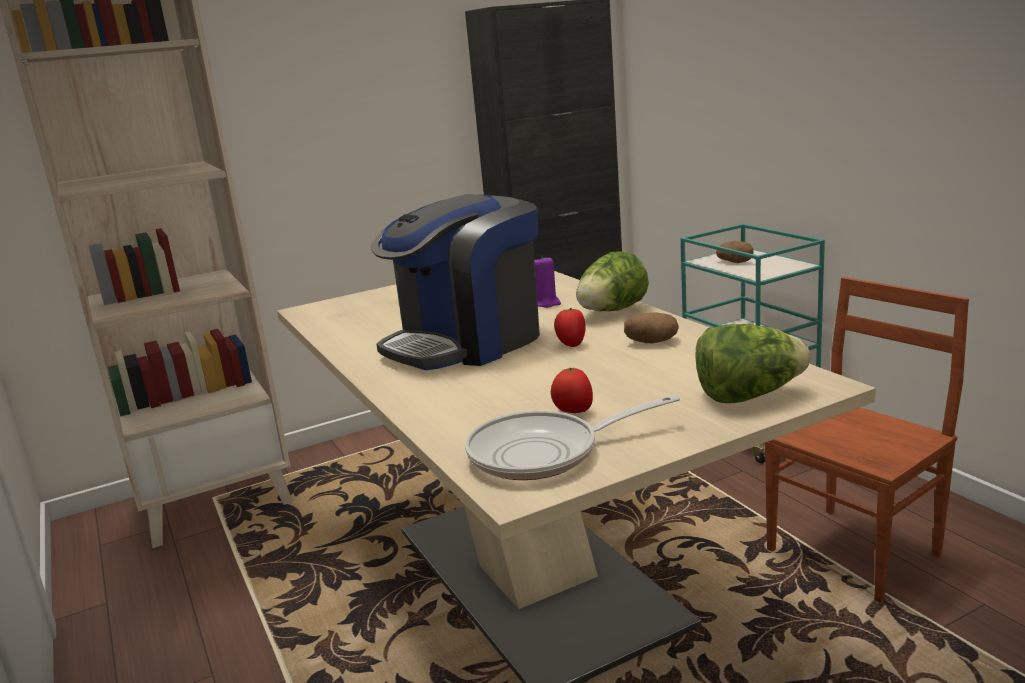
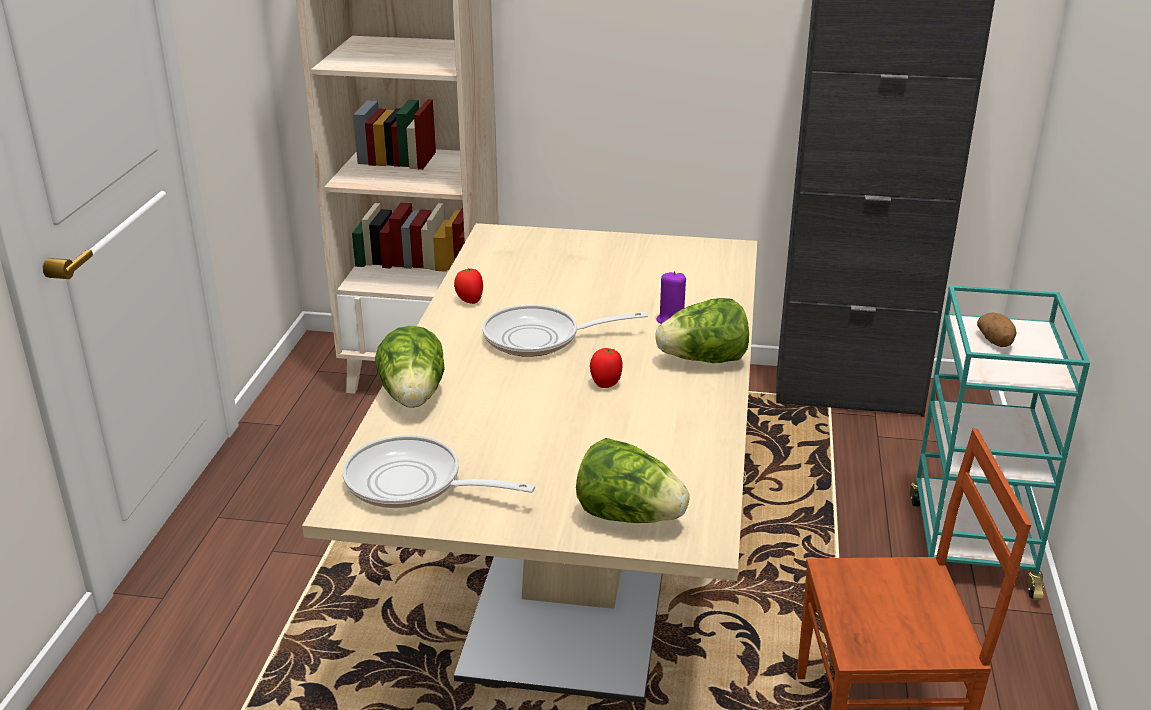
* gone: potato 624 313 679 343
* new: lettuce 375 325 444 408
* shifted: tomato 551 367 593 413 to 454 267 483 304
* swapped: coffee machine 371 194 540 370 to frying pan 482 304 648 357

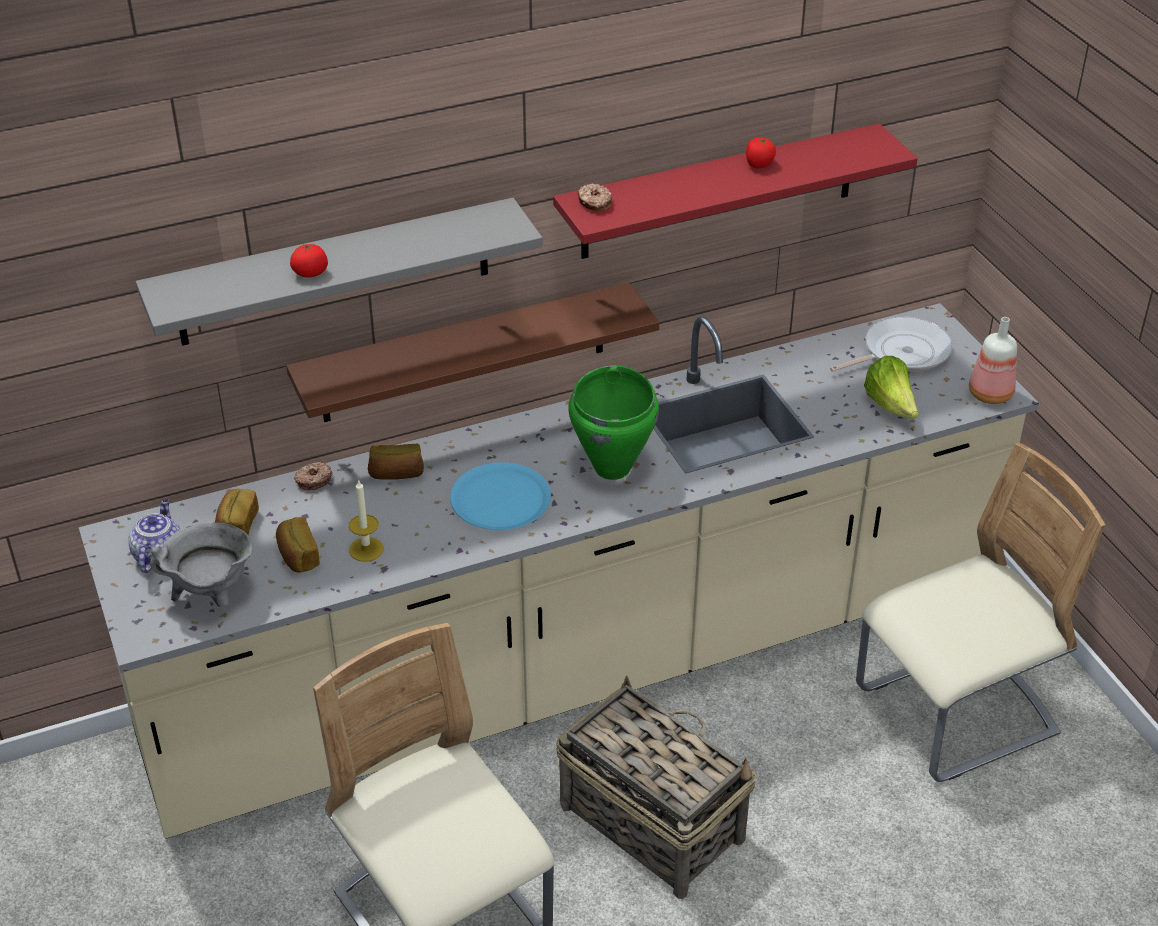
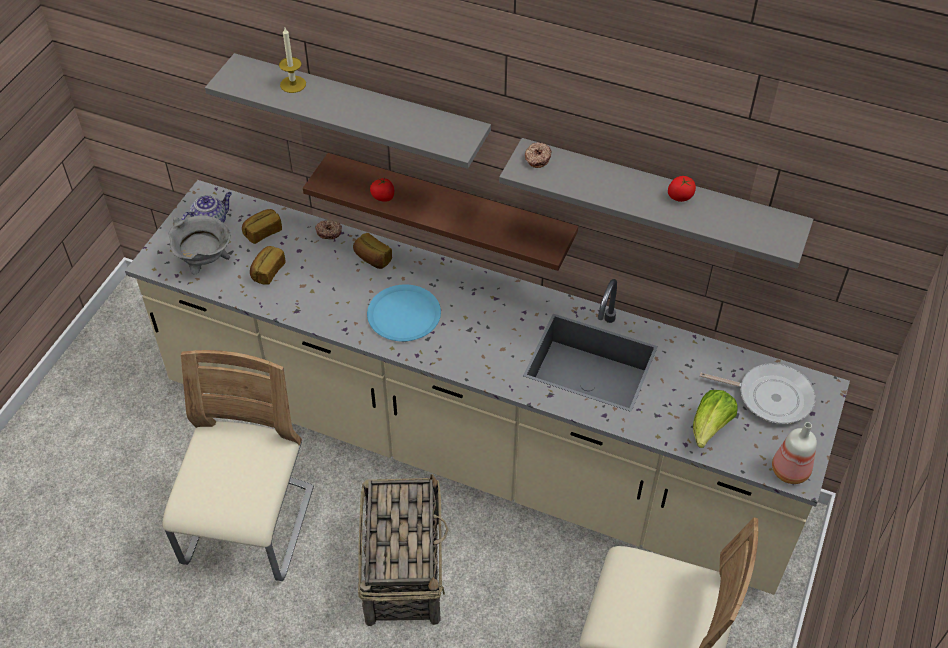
* gone: cooking pot/green 568 365 659 480
* shifted: tomato 290 242 328 278 to 370 177 394 202
* shifted: candle 349 479 384 562 to 279 28 306 93
* repainted: shelf/red 553 123 918 259 to shelf/grey 499 138 814 269

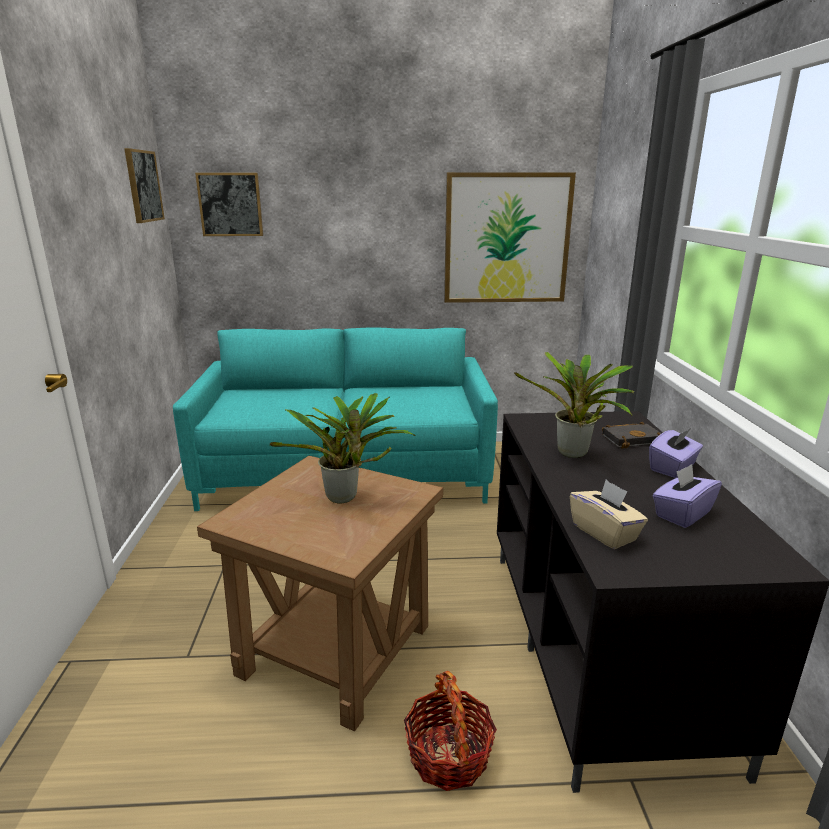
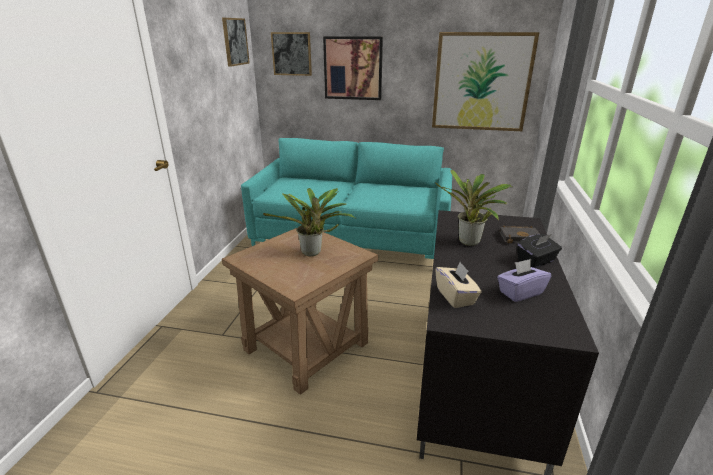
* gone: basket 404 671 497 791
* new: picture 323 36 383 100
* repainted: tissue box/purple 649 428 703 478 to tissue box/black 517 234 562 268

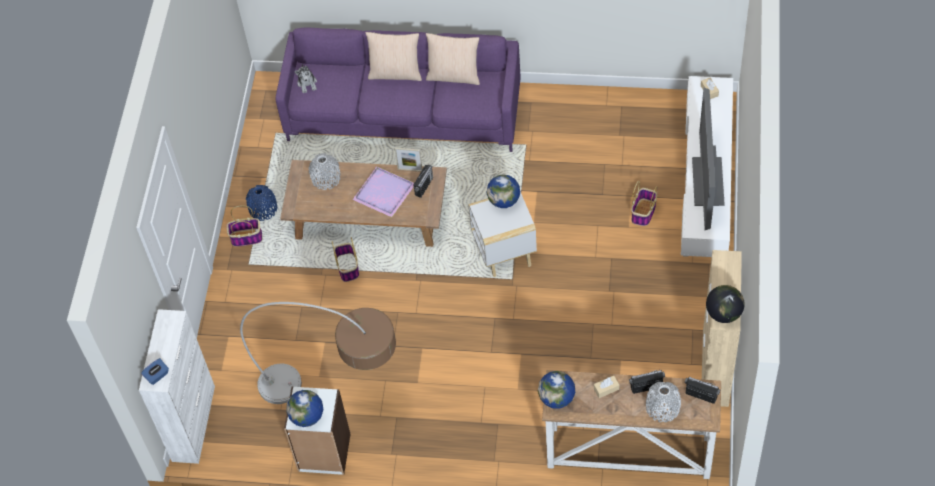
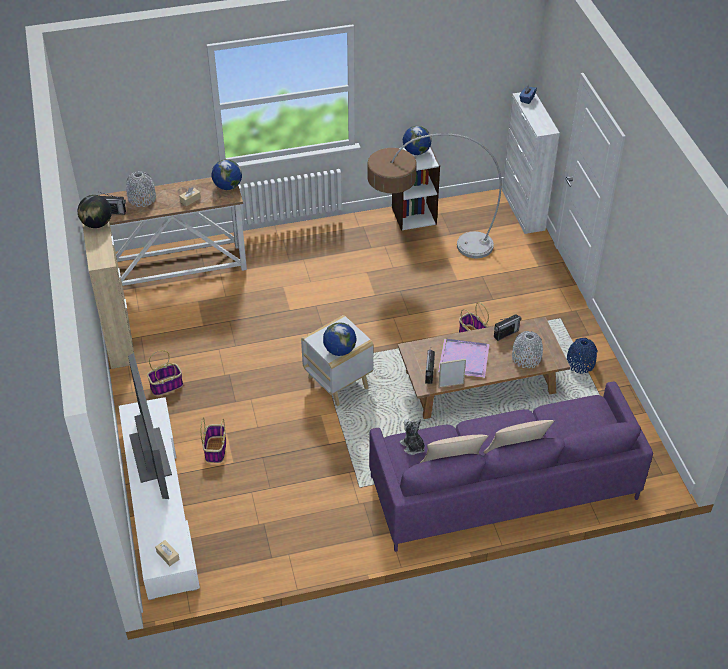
* shifted: basket 226 205 262 247 to 147 350 183 396
* shifted: plush toy 294 64 317 93 to 400 419 425 455
* shifted: radio 629 369 665 394 to 494 314 522 341

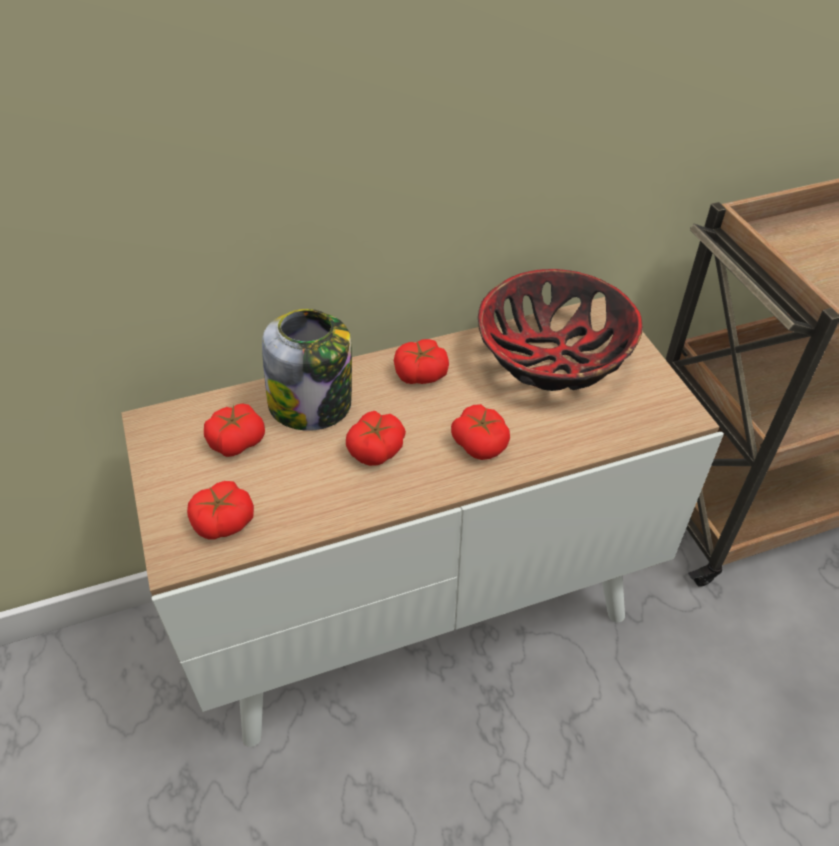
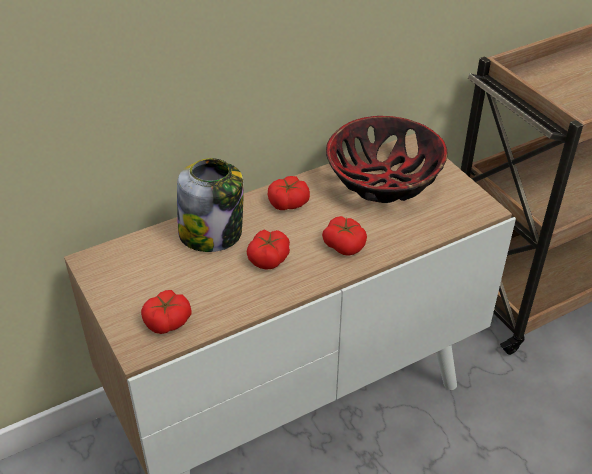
* gone: tomato 204 403 265 457

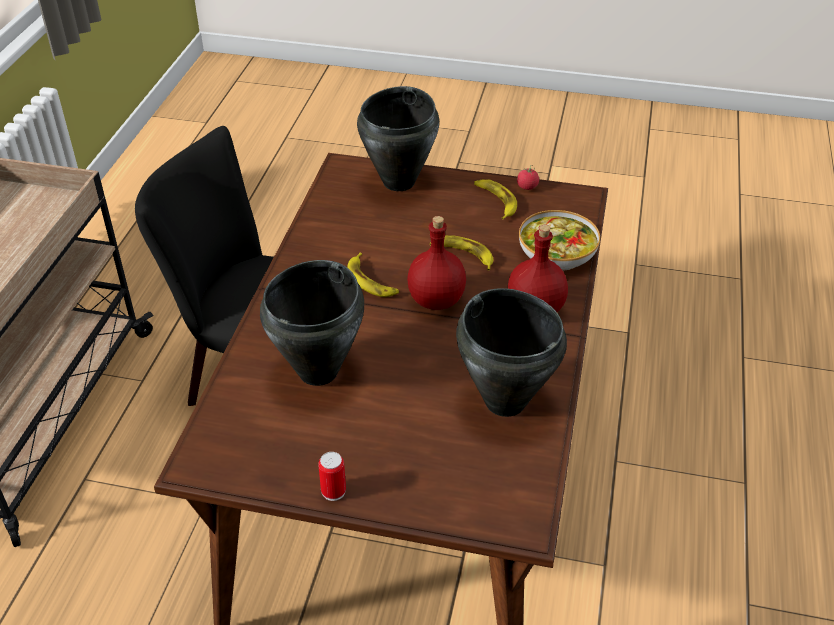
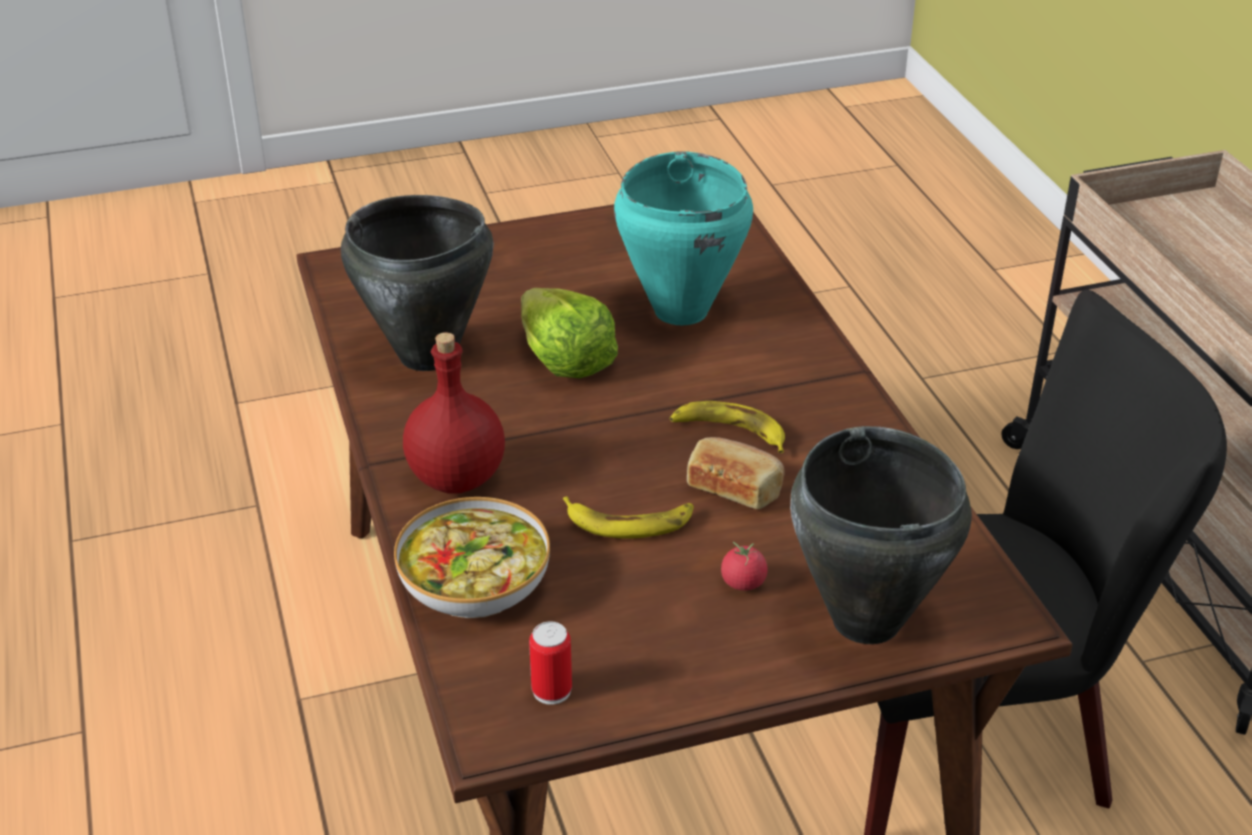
* gone: bottle/red 407 216 466 310
* gone: banana 474 179 517 220
* new: lettuce 521 288 618 378
* new: bread 687 437 785 509
* shifted: can 318 452 346 501 to 529 621 572 705
* shifted: tomato 517 165 539 190 to 721 542 768 591
* repainted: cooking pot/black 260 260 364 386 to cooking pot/turquoise 614 151 753 325

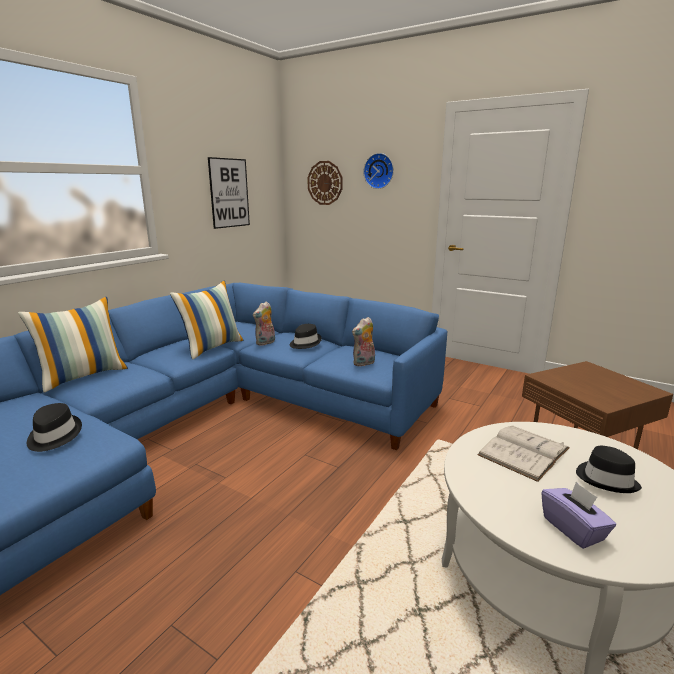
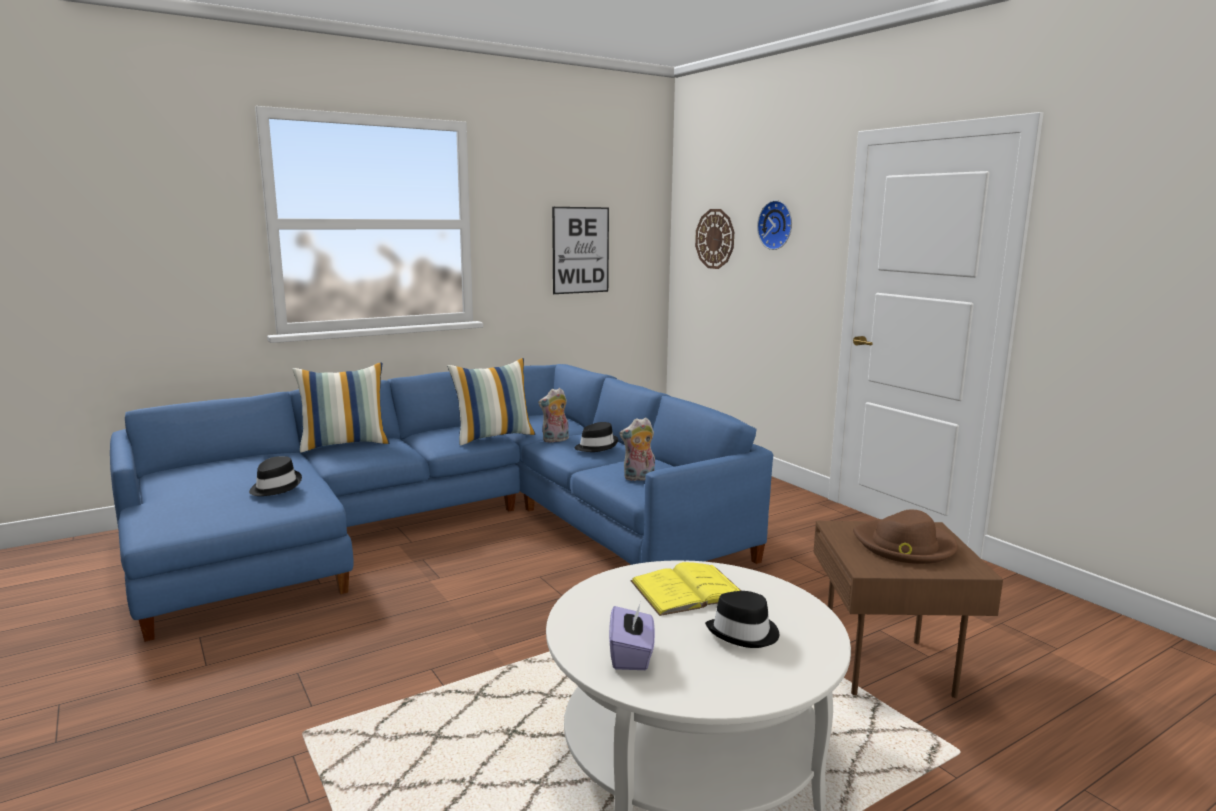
* new: hat/brown 853 510 958 564
* repainted: book/white 477 425 570 482 to book/yellow 631 562 741 616

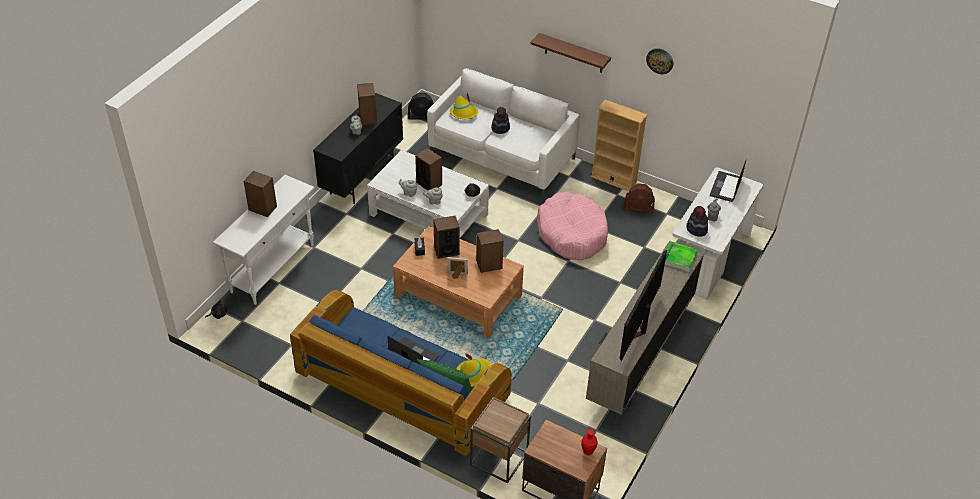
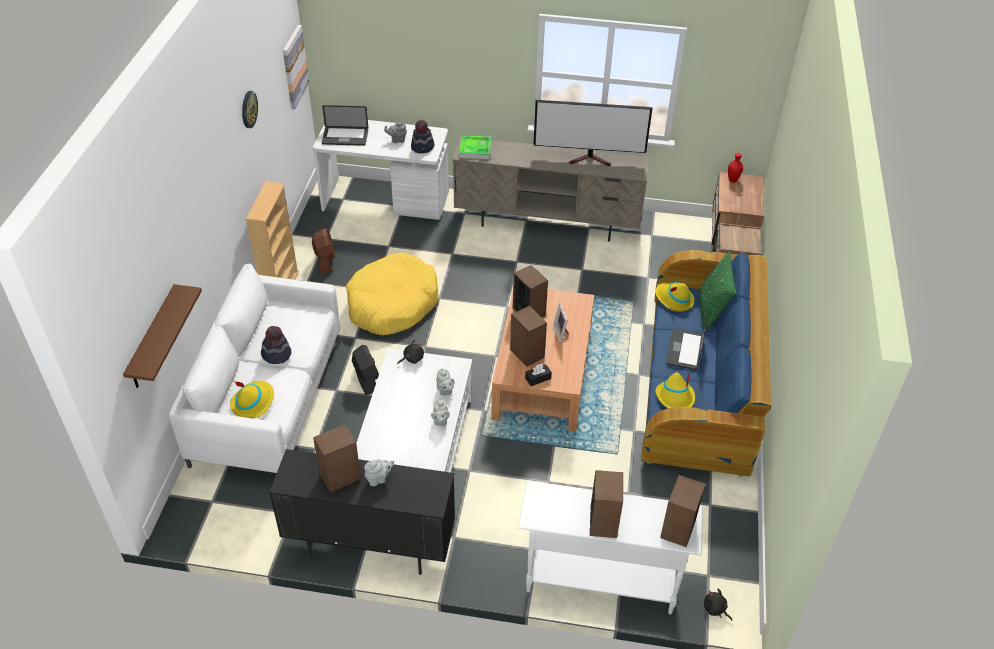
* new: picture 283 25 309 110
* new: hat/yellow 656 371 695 409
* shifted: fan/black 408 93 434 119 to 352 345 379 395
* shifted: speaker 415 148 442 191 to 660 475 705 547
* shifted: shelf/brown 530 33 611 73 to 123 284 202 388
* repainted: dog bed/pink 537 192 608 260 to dog bed/yellow 346 253 439 335

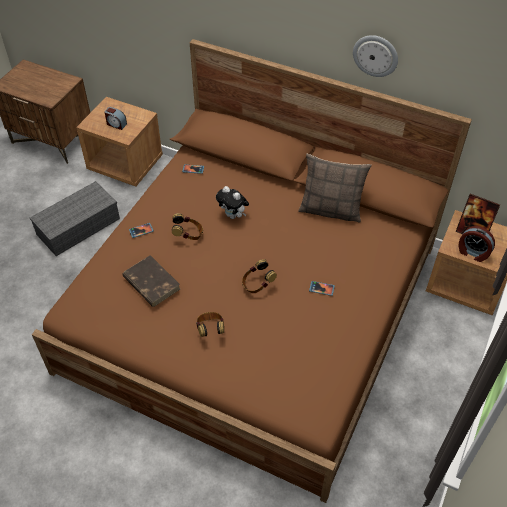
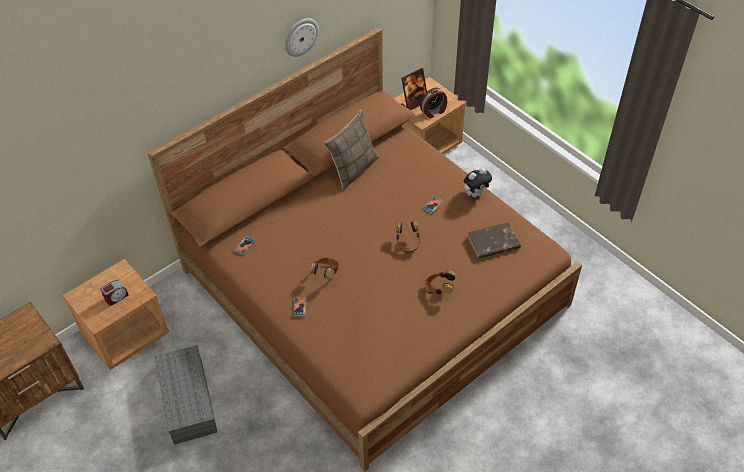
* shifted: book/brown 122 255 180 307 to 467 222 521 259
* shifted: plush toy 216 186 249 219 to 464 168 492 197

